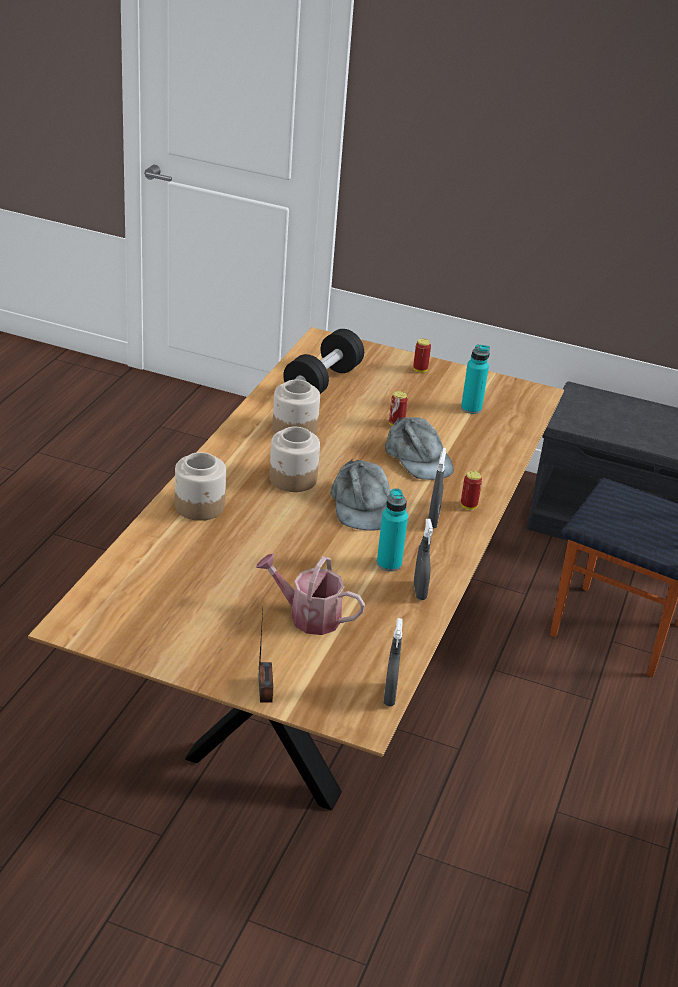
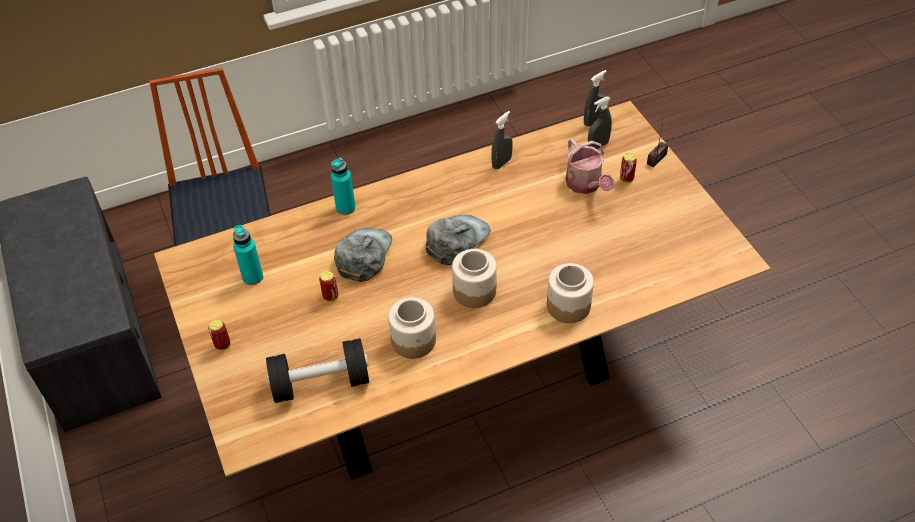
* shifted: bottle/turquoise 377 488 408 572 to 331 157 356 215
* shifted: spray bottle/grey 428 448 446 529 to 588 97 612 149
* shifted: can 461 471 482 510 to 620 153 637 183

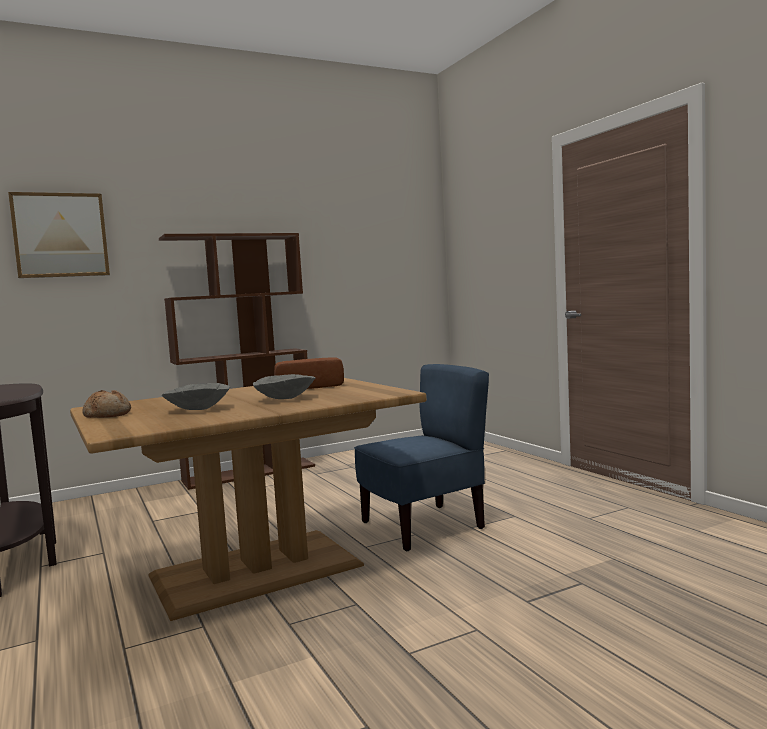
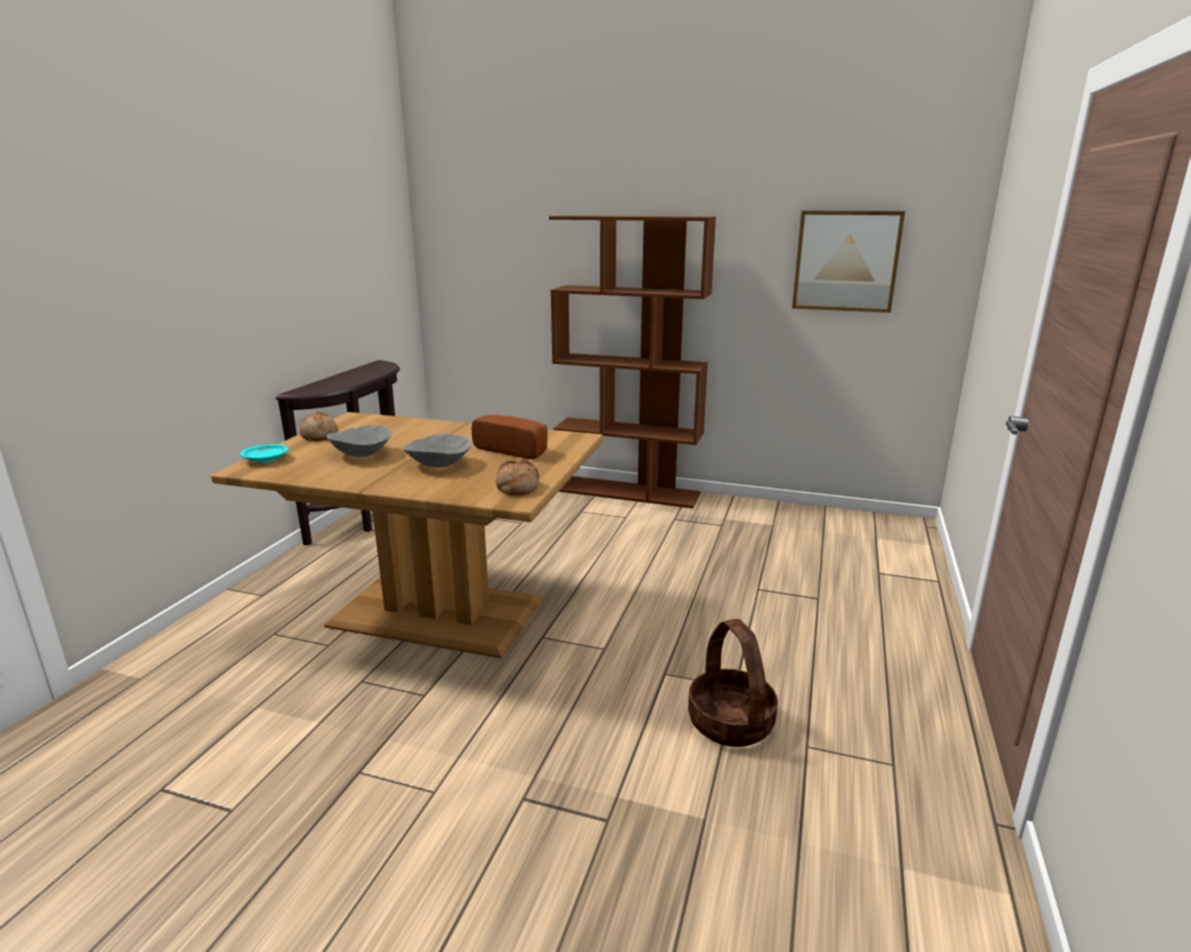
* gone: chair/blue 354 364 489 551
* new: plate/turquoise 240 444 289 463
* new: bread 496 460 539 495
* new: basket 688 619 778 747
* shifted: picture 8 192 110 278 to 792 211 905 313

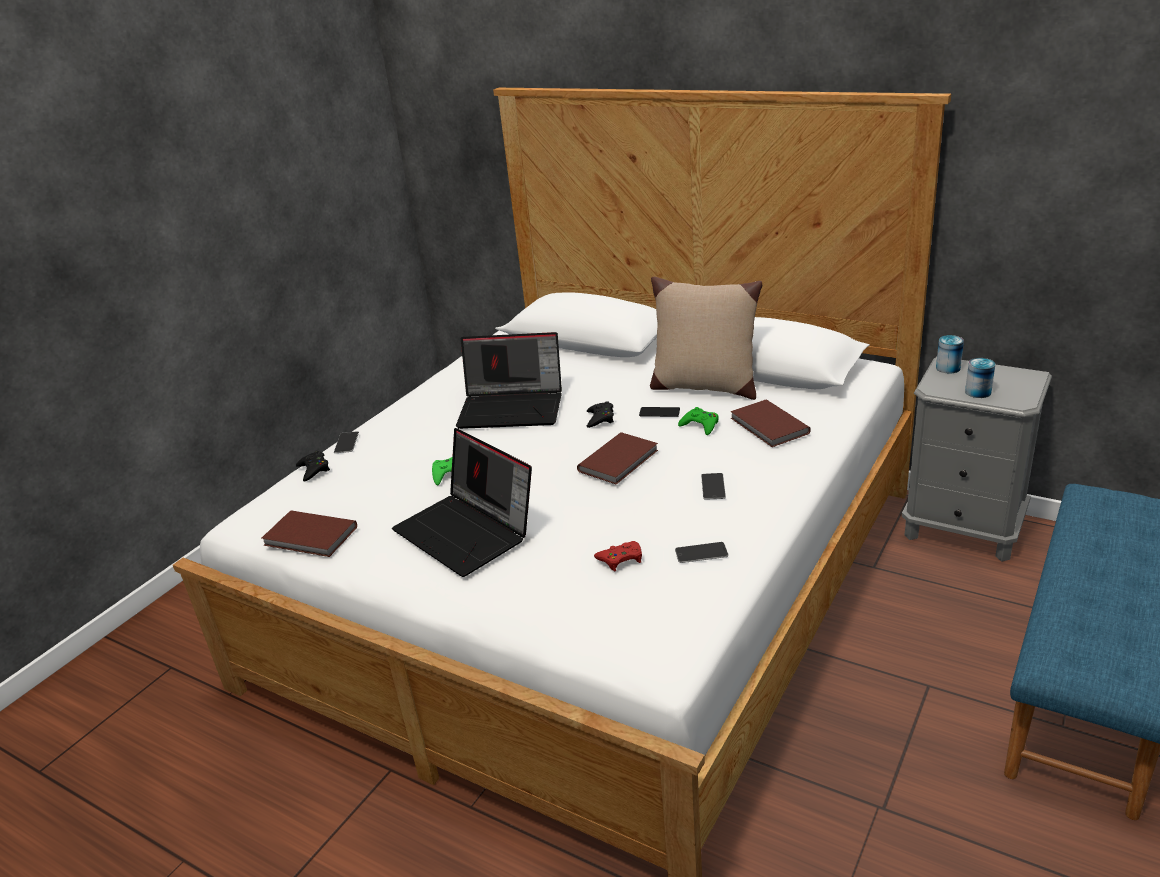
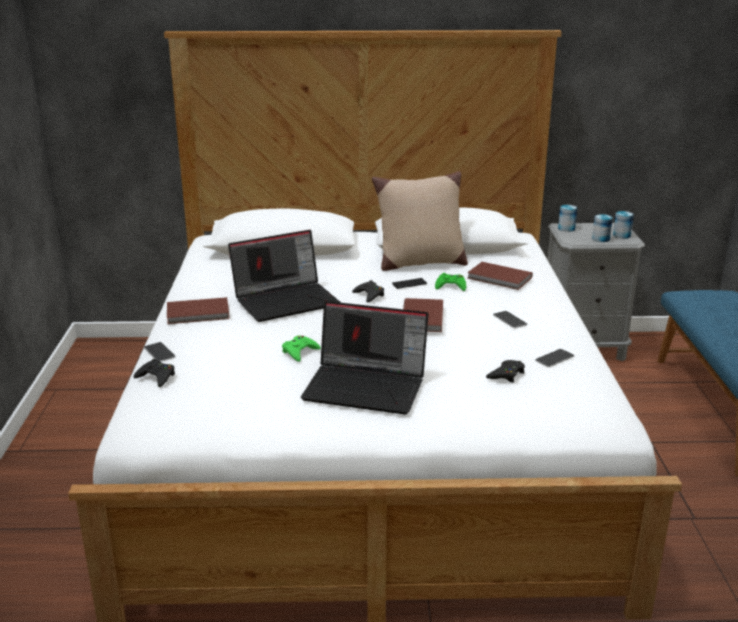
* new: can 613 211 634 239
* shifted: book/brown 262 510 357 557 to 167 297 230 324
* repainted: game controller/red 594 541 642 572 to game controller/black 486 360 525 383

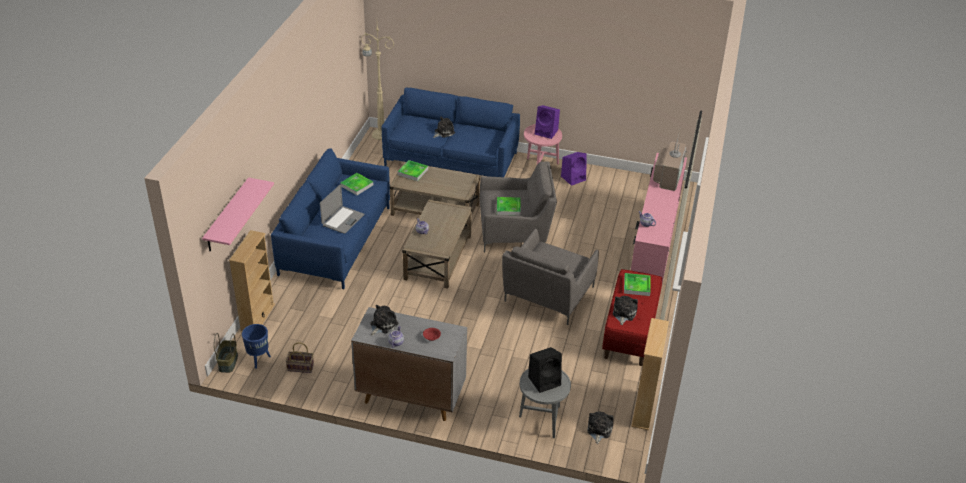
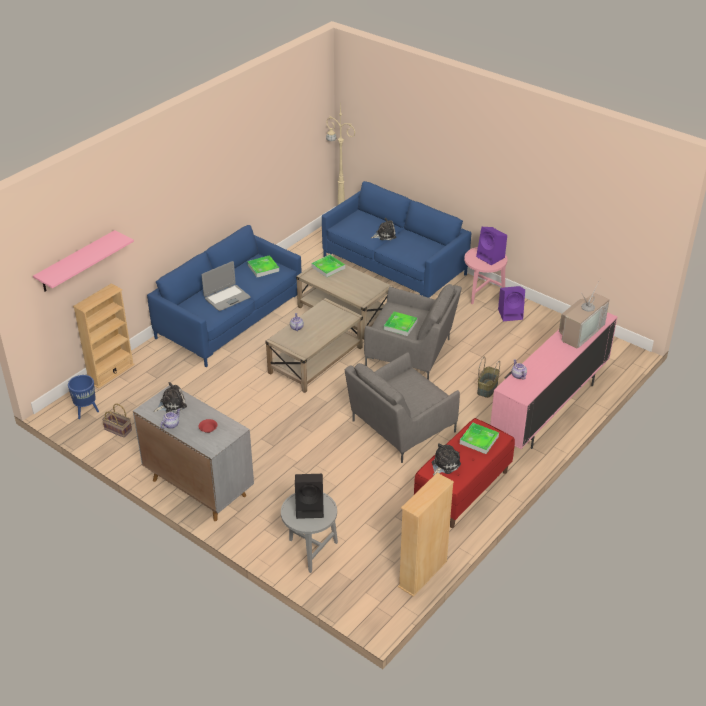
* gone: plush toy 587 411 614 444
* shifted: basket 214 333 238 373 to 477 356 500 398

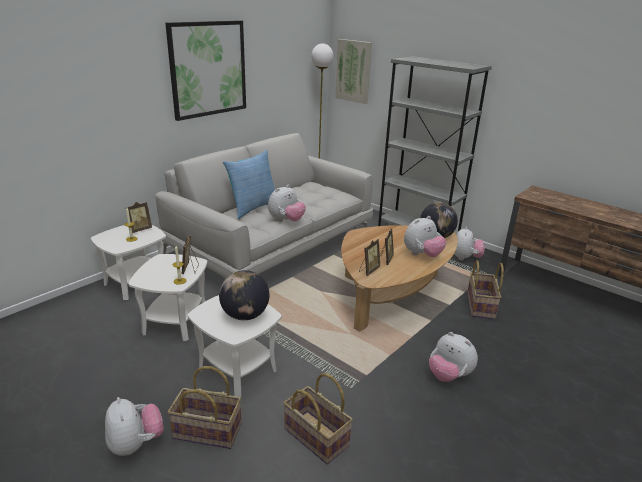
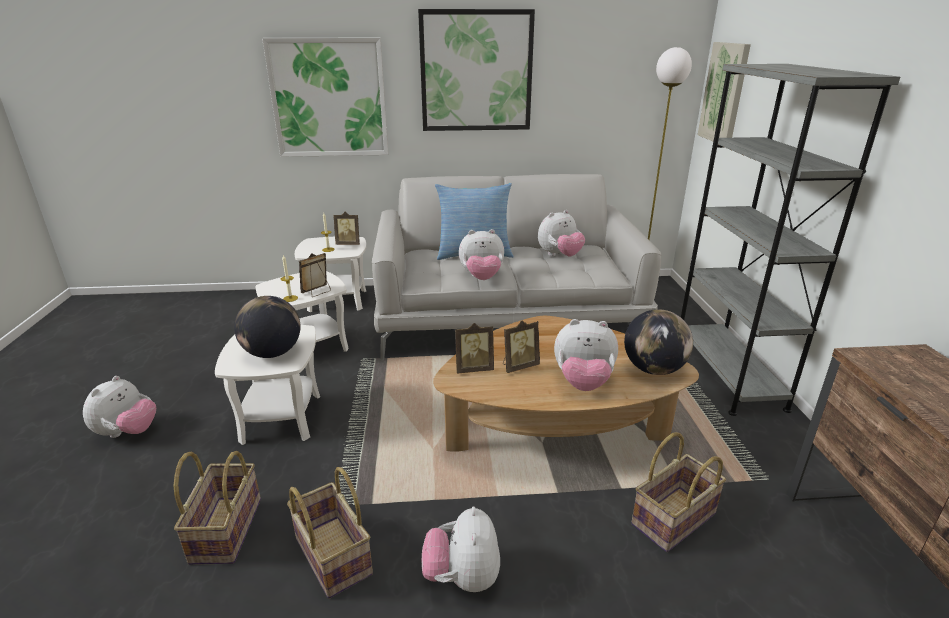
* new: picture 262 38 389 157
* shifted: basket 168 366 242 449 to 287 467 373 599
* shifted: plush toy 454 227 485 261 to 538 210 585 256

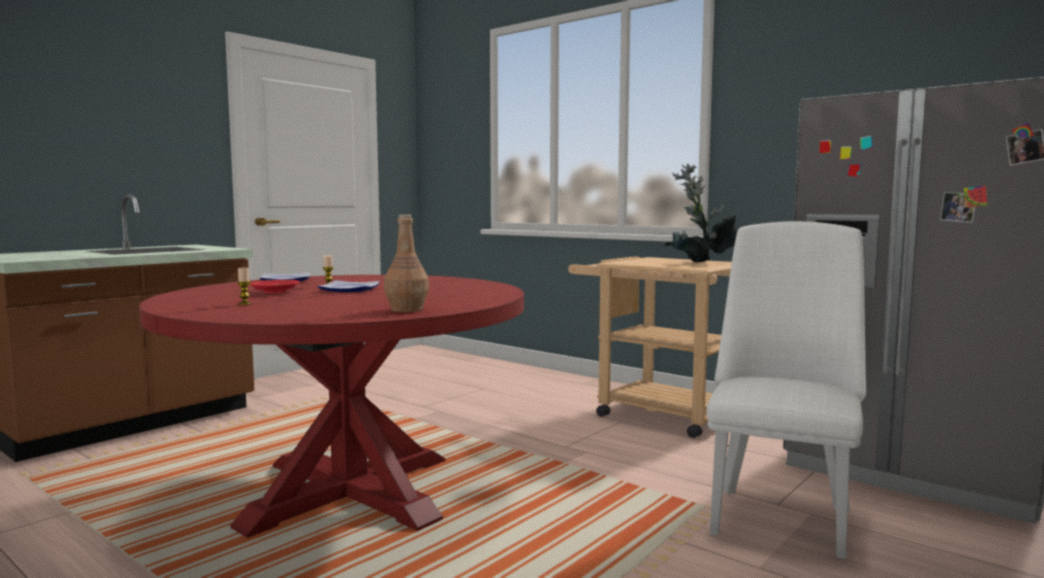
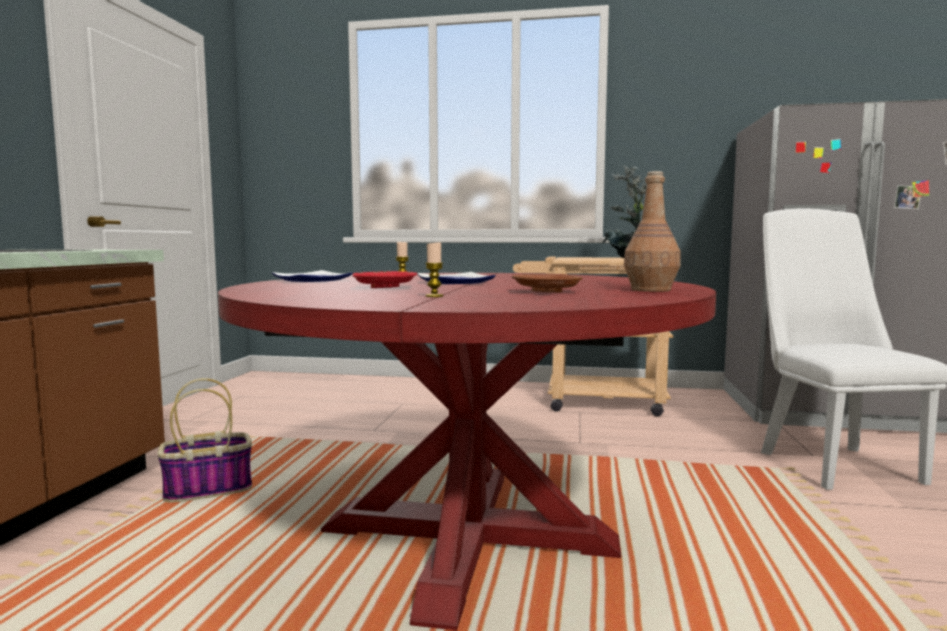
* new: basket 158 378 252 503
* new: plate/brown 512 274 582 292

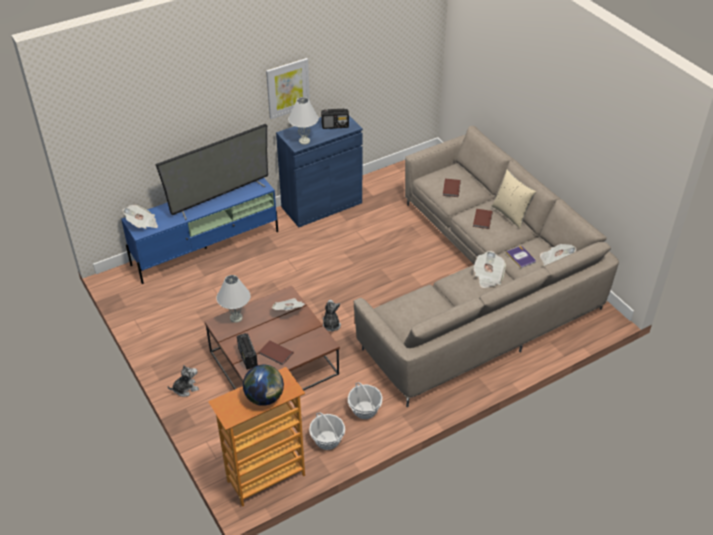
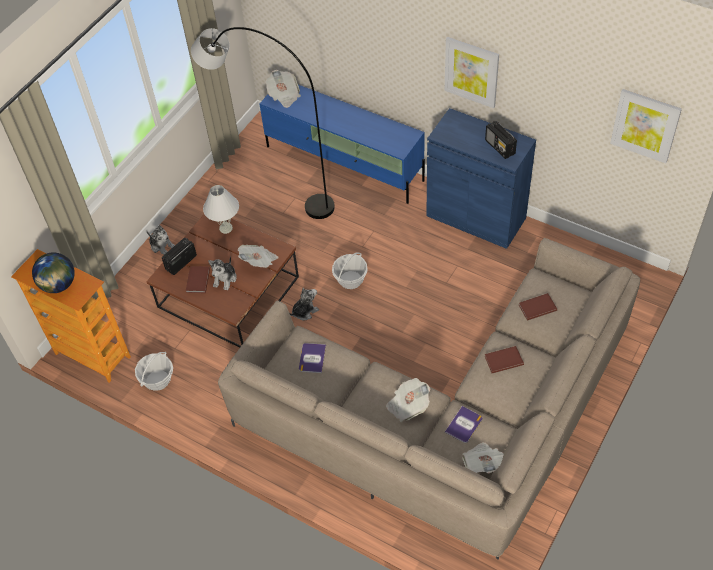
* gone: television 156 124 268 220
* gone: table lamp/white 288 97 319 145
* gone: pillow/beige 492 170 536 228
* new: floor lamp/grey 191 27 335 219
* new: plush toy 208 256 237 290
* new: book 299 343 326 373
* new: picture 610 89 682 163
* shifted: basket 348 382 382 419 to 332 252 368 289

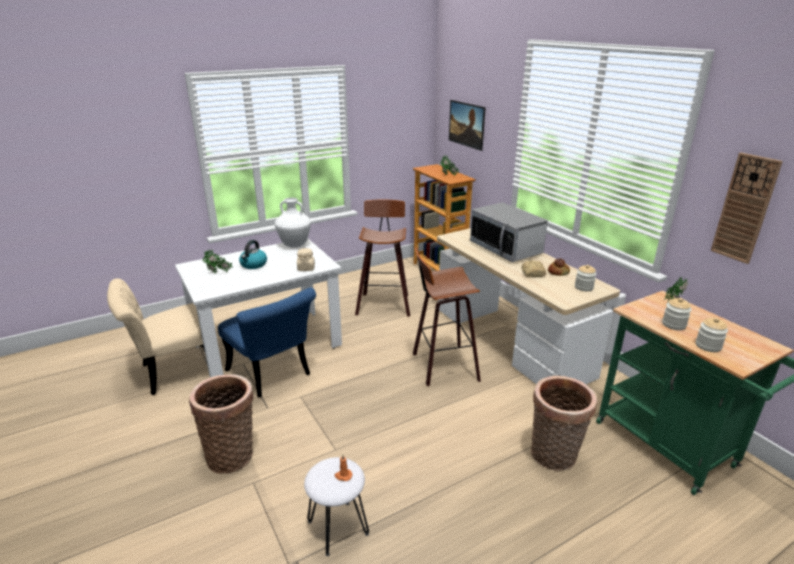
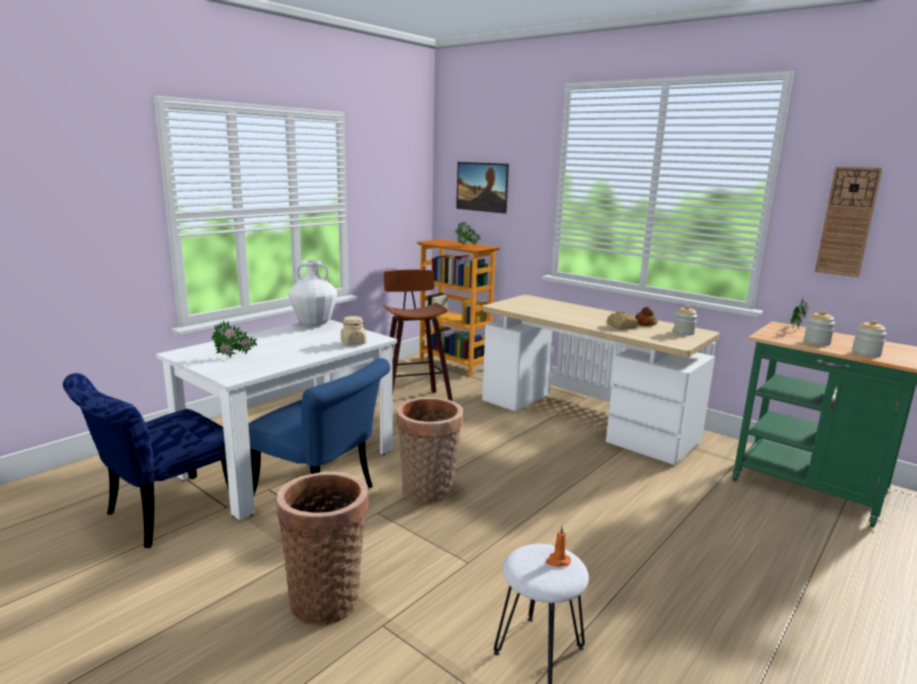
* gone: kettle 239 240 267 269
* gone: stool 413 247 481 386
* gone: microwave 470 202 548 262
* shifted: basket 531 376 597 471 to 396 397 463 503
* repainted: chair/beige 107 278 205 395 to chair/blue 63 373 229 548

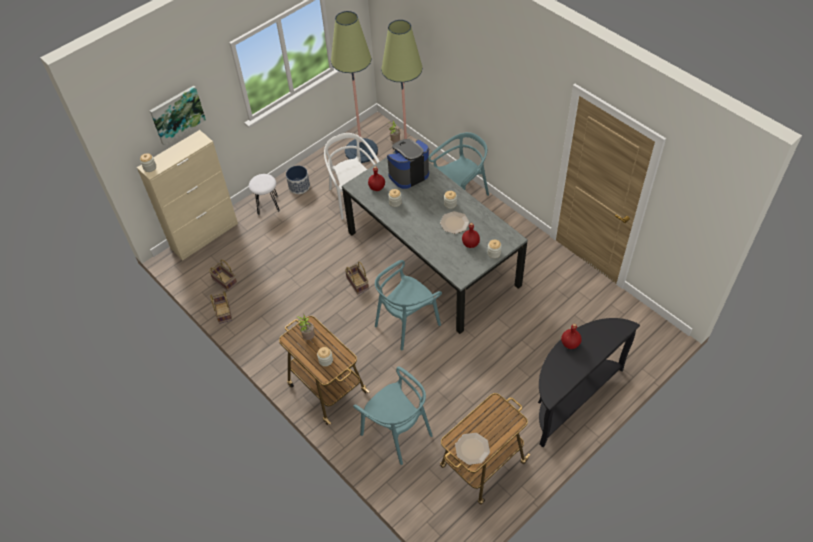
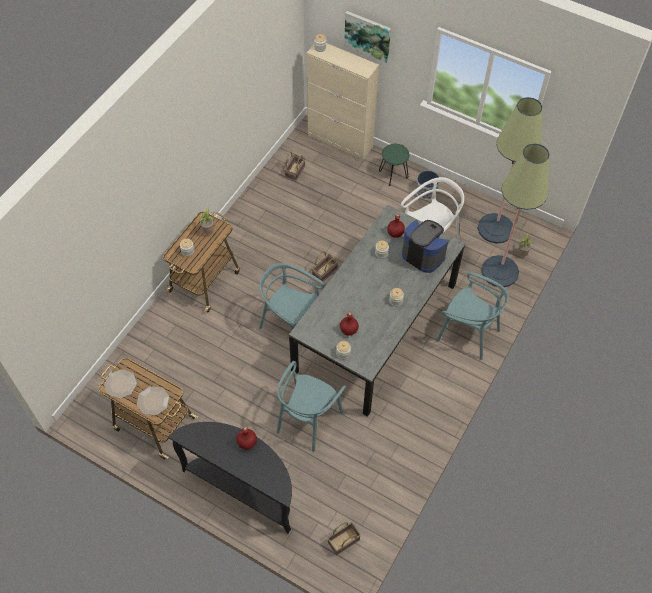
* shifted: basket 210 291 232 324 to 328 522 361 556
* shifted: chair/turquoise 353 367 433 465 to 277 361 346 452
* shifted: plate 440 211 469 234 to 137 386 169 415
* repainted: stool/white 249 174 280 215 to stool/green 379 144 410 186

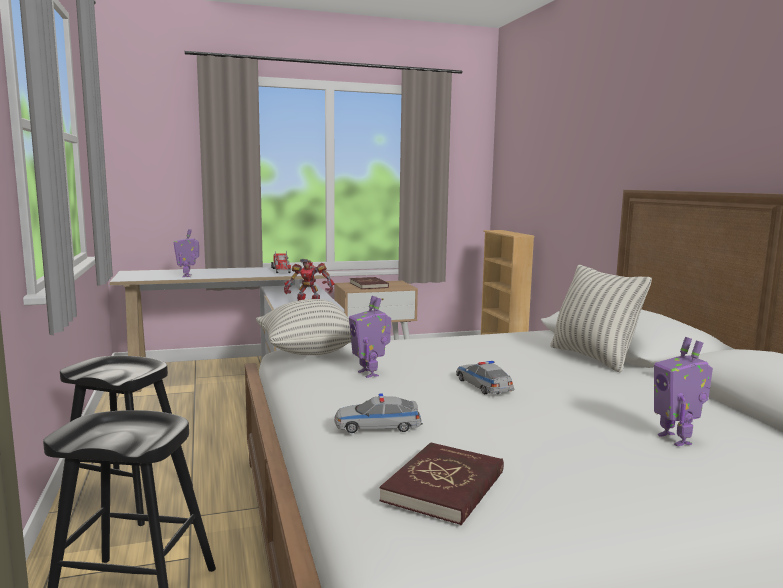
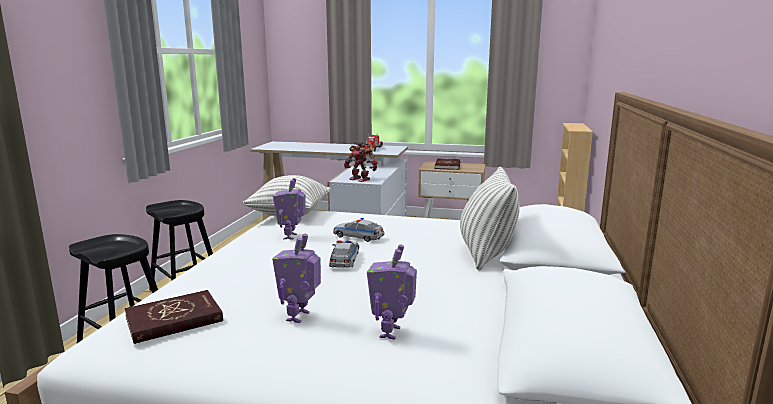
* shifted: toy robot 173 229 199 277 to 272 234 321 323
* shifted: toy car 334 394 423 433 to 333 218 384 242

